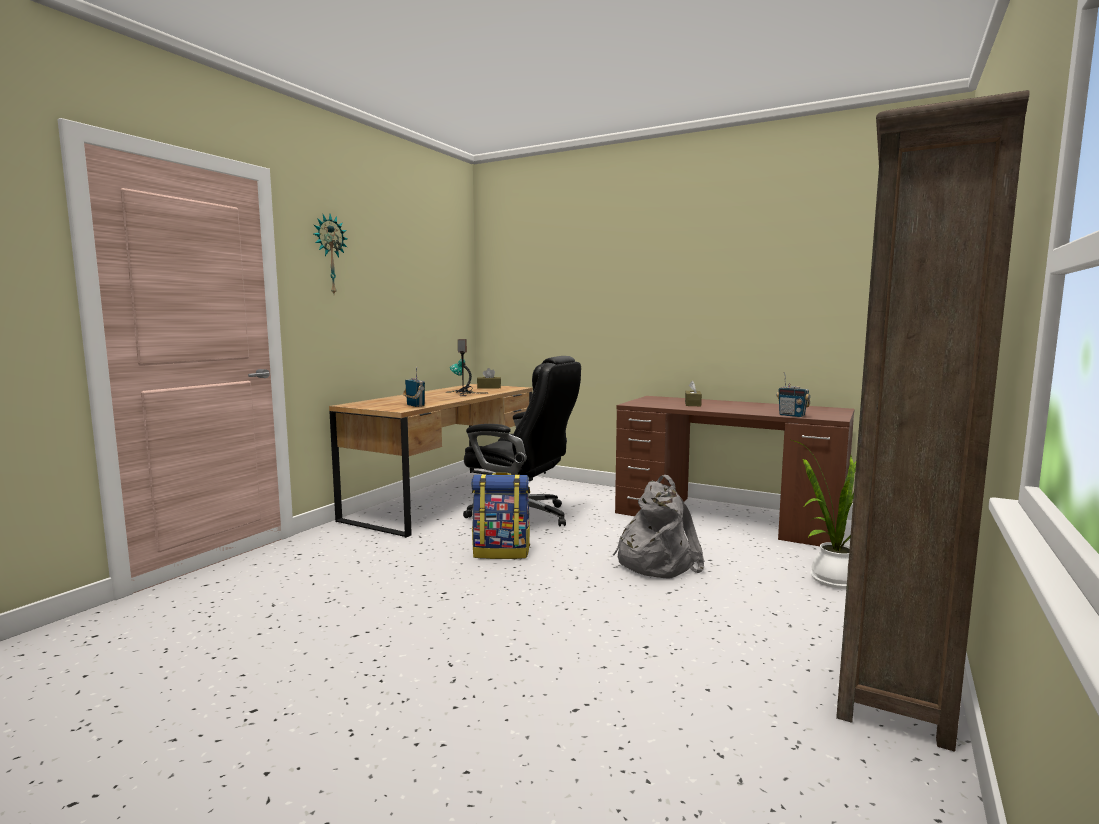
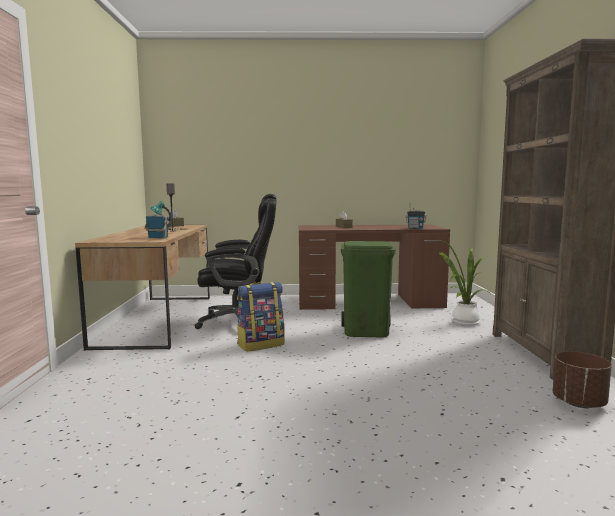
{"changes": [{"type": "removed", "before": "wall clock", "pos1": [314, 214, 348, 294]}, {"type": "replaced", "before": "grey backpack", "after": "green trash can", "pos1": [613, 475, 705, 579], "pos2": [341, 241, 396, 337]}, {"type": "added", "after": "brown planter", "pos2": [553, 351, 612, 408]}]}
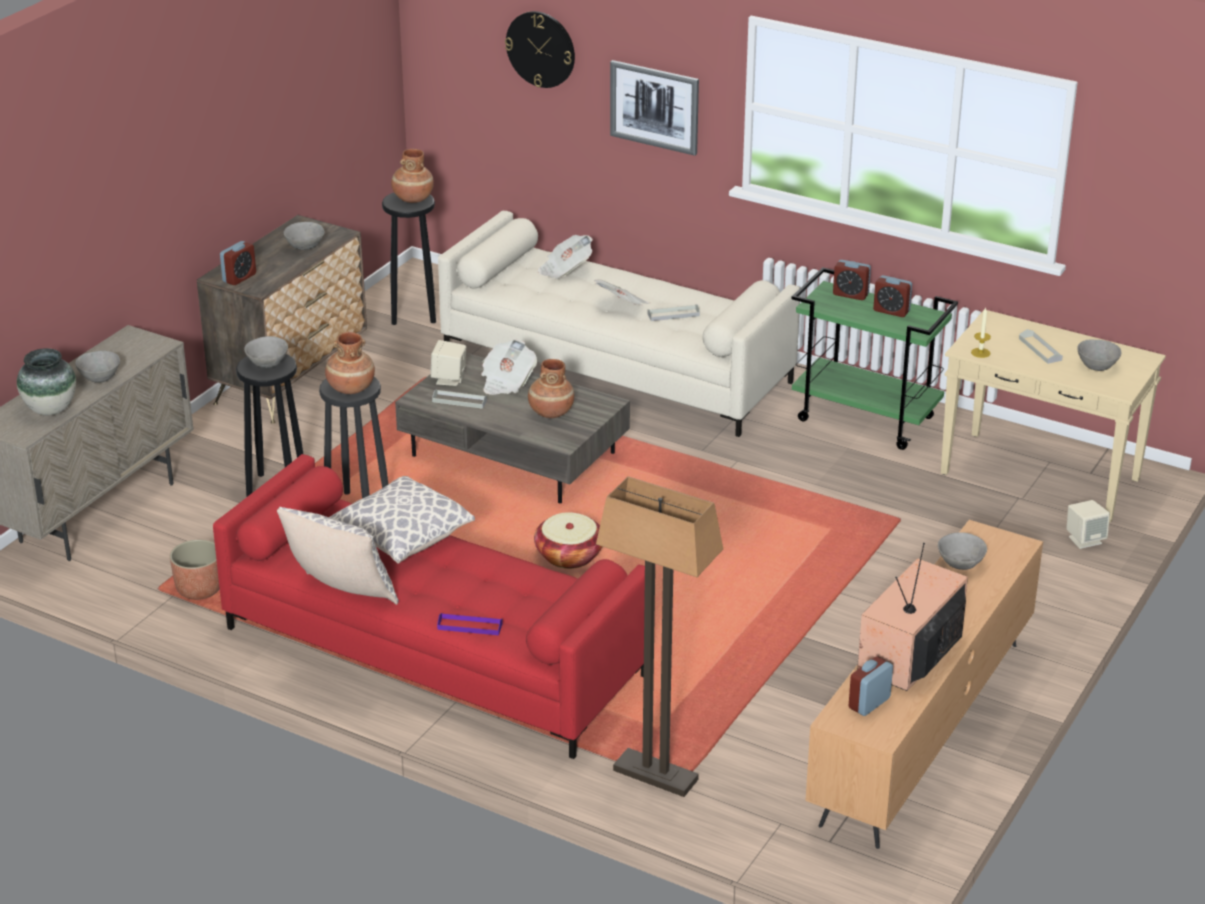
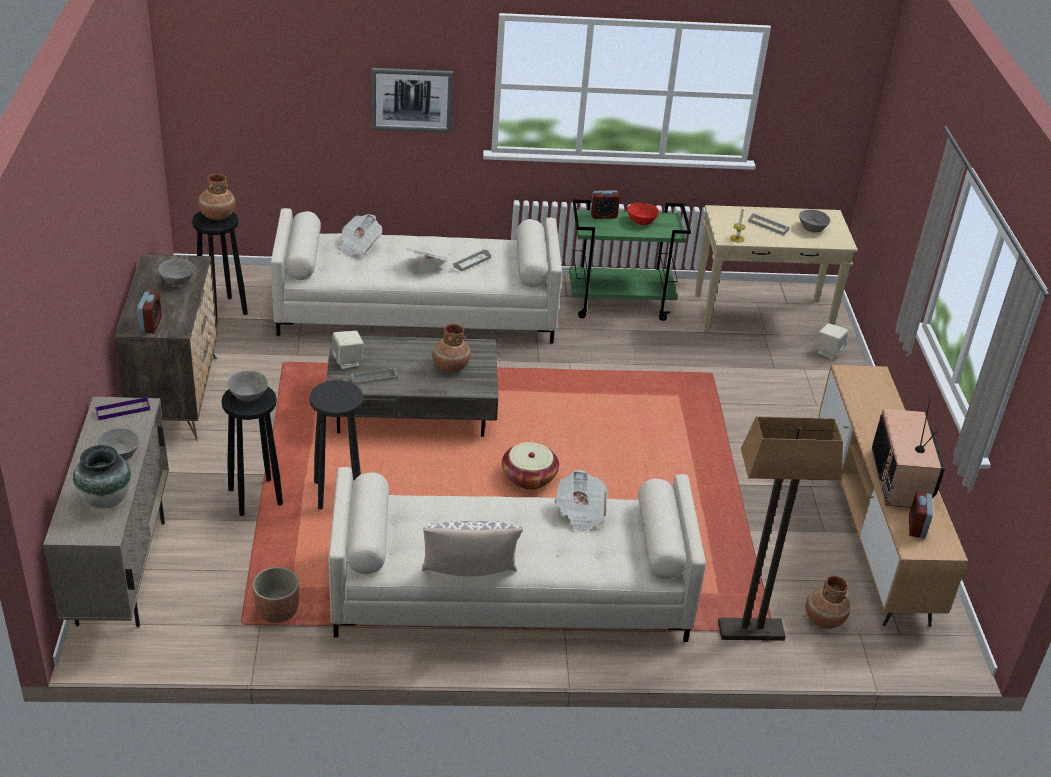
{"changes": [{"type": "recoloured", "before": "red sofa", "after": "beige sofa", "pos1": [213, 454, 645, 759], "pos2": [328, 467, 706, 642]}, {"type": "moved", "before": "brown vase", "pos1": [325, 332, 375, 394], "pos2": [806, 576, 850, 629]}, {"type": "removed", "before": "pillow", "pos1": [329, 476, 475, 564]}, {"type": "moved", "before": "purple tray", "pos1": [437, 613, 503, 635], "pos2": [95, 397, 150, 420]}, {"type": "moved", "before": "newspaper", "pos1": [481, 339, 537, 395], "pos2": [555, 470, 608, 533]}, {"type": "removed", "before": "wall clock", "pos1": [505, 11, 575, 88]}, {"type": "replaced", "before": "alarm clock", "after": "red bowl", "pos1": [873, 275, 912, 317], "pos2": [627, 203, 659, 225]}, {"type": "removed", "before": "grey bowl", "pos1": [938, 532, 987, 570]}]}
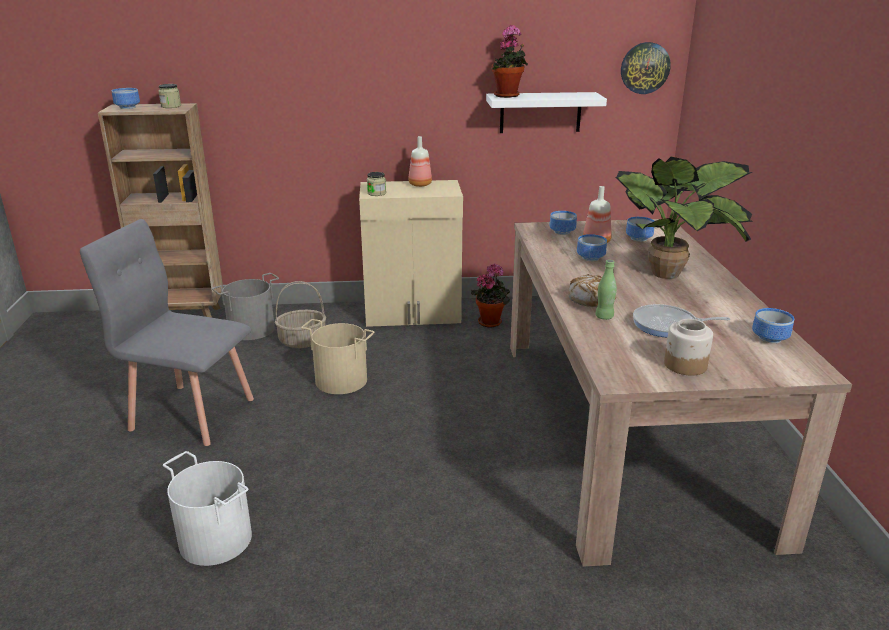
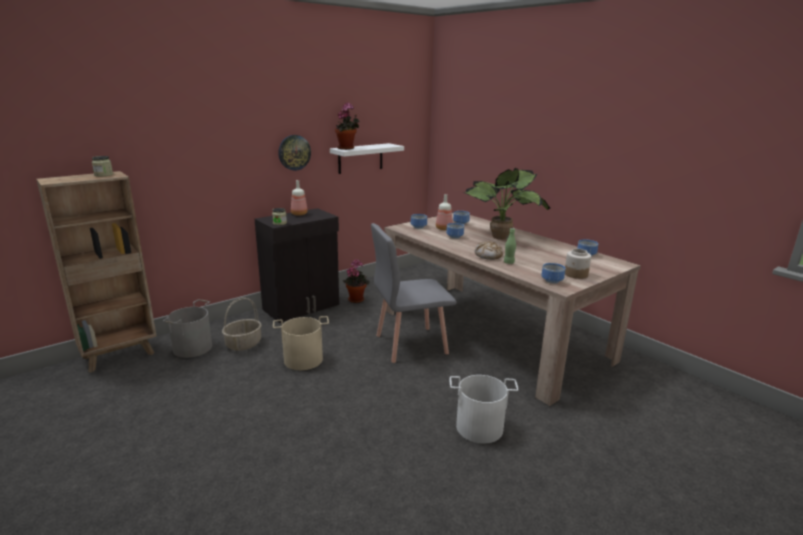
{"changes": [{"type": "moved", "before": "grey chair", "pos1": [80, 219, 254, 446], "pos2": [371, 223, 457, 363]}, {"type": "moved", "before": "bowl", "pos1": [112, 88, 140, 109], "pos2": [541, 263, 565, 284]}, {"type": "moved", "before": "white bucket", "pos1": [163, 451, 252, 566], "pos2": [450, 375, 518, 443]}, {"type": "recoloured", "before": "beige cabinet", "after": "black cabinet", "pos1": [359, 180, 463, 327], "pos2": [255, 208, 339, 323]}, {"type": "moved", "before": "wall clock", "pos1": [621, 42, 671, 94], "pos2": [278, 135, 311, 171]}, {"type": "removed", "before": "frying pan", "pos1": [633, 304, 730, 338]}]}
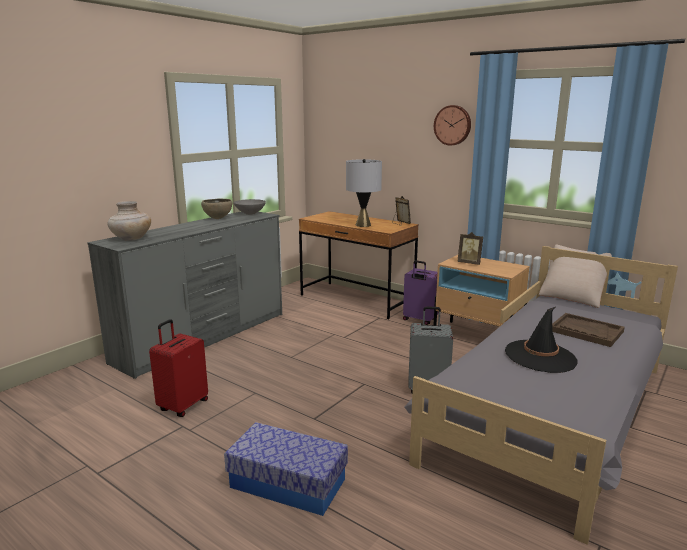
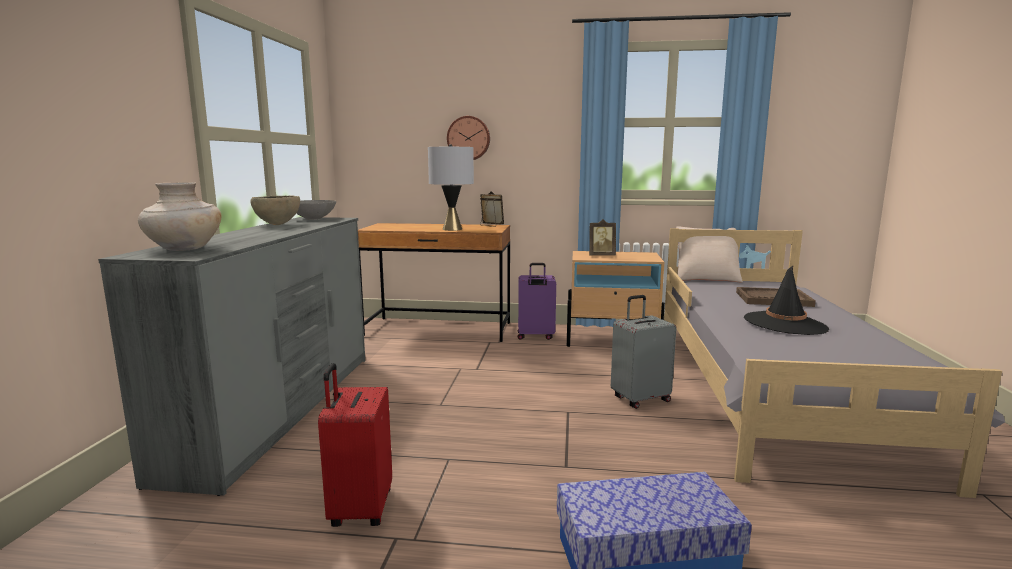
{"changes": [{"type": "moved", "before": "wall clock", "pos1": [434, 105, 471, 146], "pos2": [447, 116, 490, 160]}]}
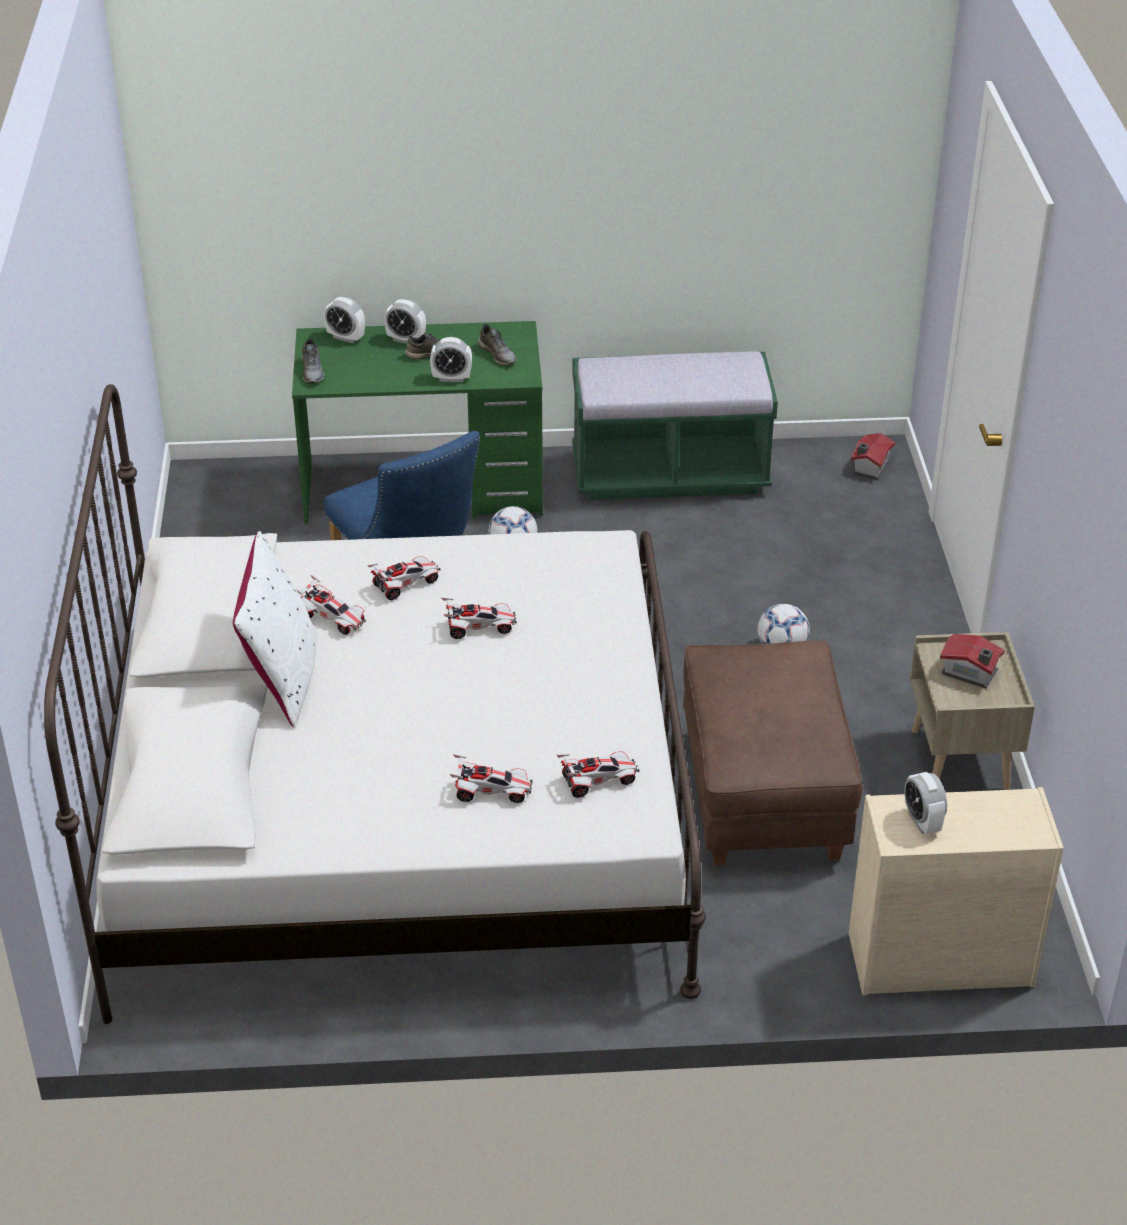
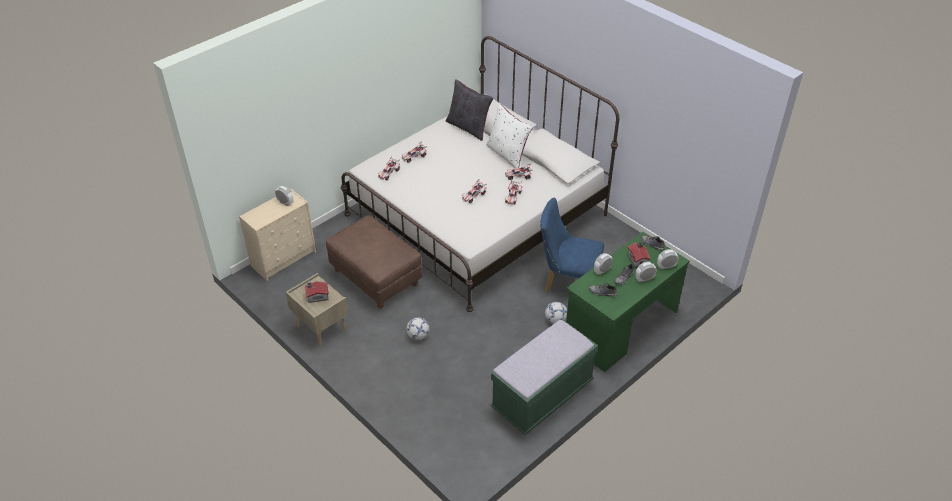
{"changes": [{"type": "moved", "before": "toy house", "pos1": [851, 433, 895, 480], "pos2": [627, 242, 650, 268]}, {"type": "added", "after": "black pillow", "pos2": [446, 79, 493, 141]}]}
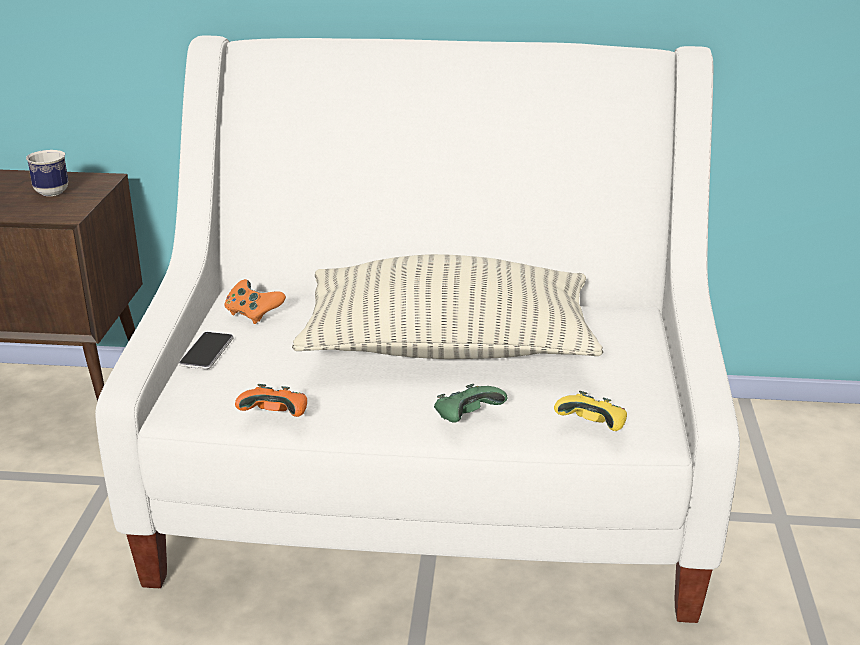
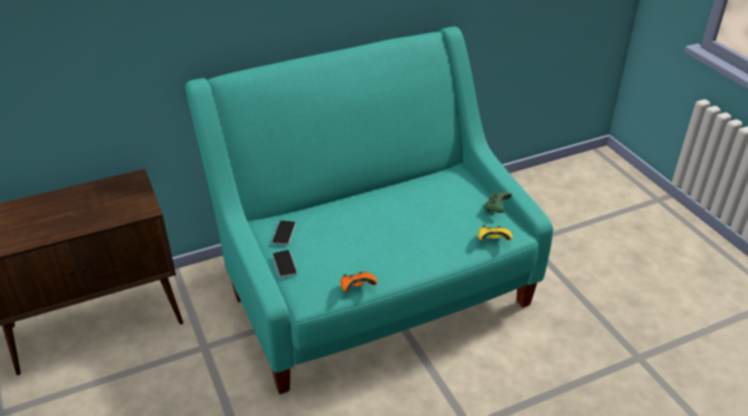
{"changes": [{"type": "removed", "before": "mug", "pos1": [26, 150, 68, 196]}, {"type": "recoloured", "before": "white sofa", "after": "turquoise sofa", "pos1": [95, 36, 740, 623], "pos2": [185, 26, 553, 394]}, {"type": "replaced", "before": "orange game controller", "after": "phone", "pos1": [224, 279, 286, 324], "pos2": [272, 220, 296, 245]}, {"type": "removed", "before": "pillow", "pos1": [292, 254, 603, 359]}, {"type": "moved", "before": "green game controller", "pos1": [434, 384, 508, 423], "pos2": [484, 192, 512, 213]}]}
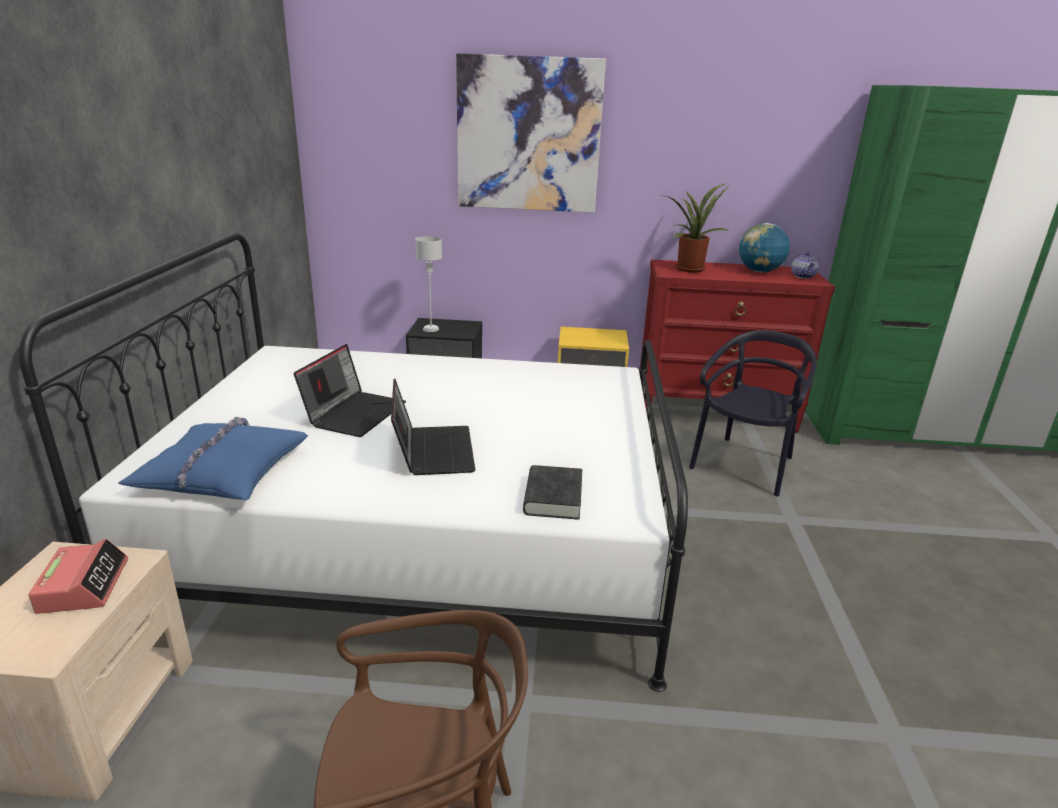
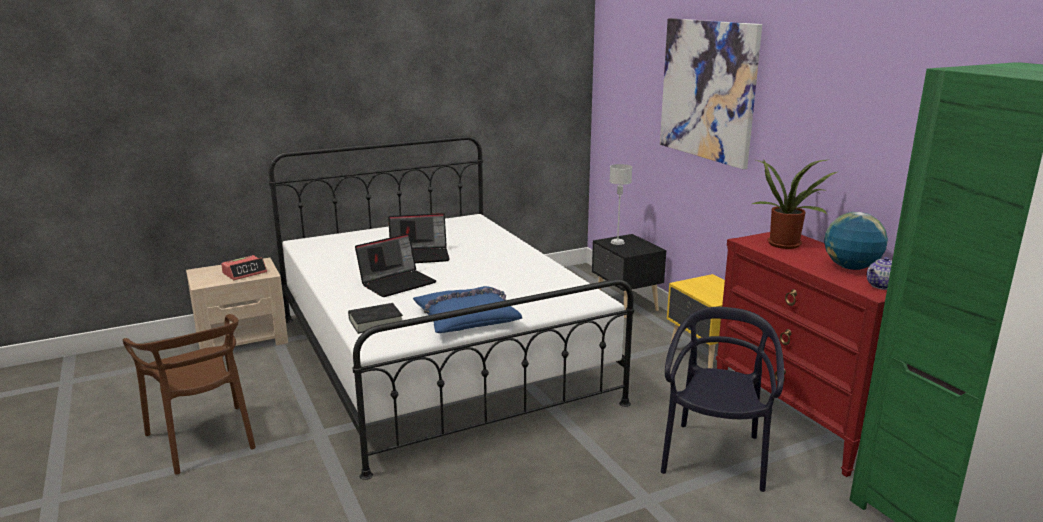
{"changes": [{"type": "moved", "before": "blue pillow", "pos1": [118, 417, 308, 500], "pos2": [413, 286, 522, 333]}, {"type": "turned", "before": "black chair", "pos1": [689, 330, 817, 496], "pos2": [661, 307, 784, 492], "turn": -75}]}
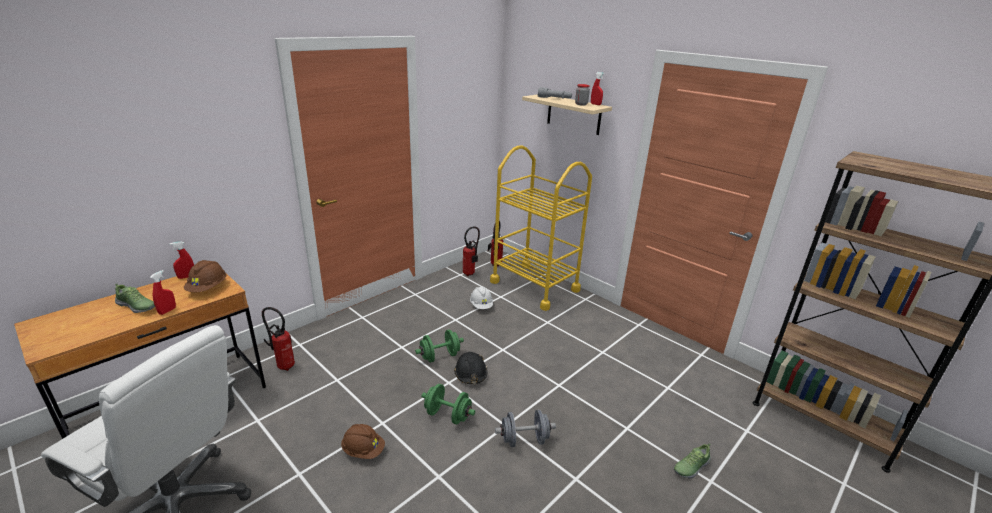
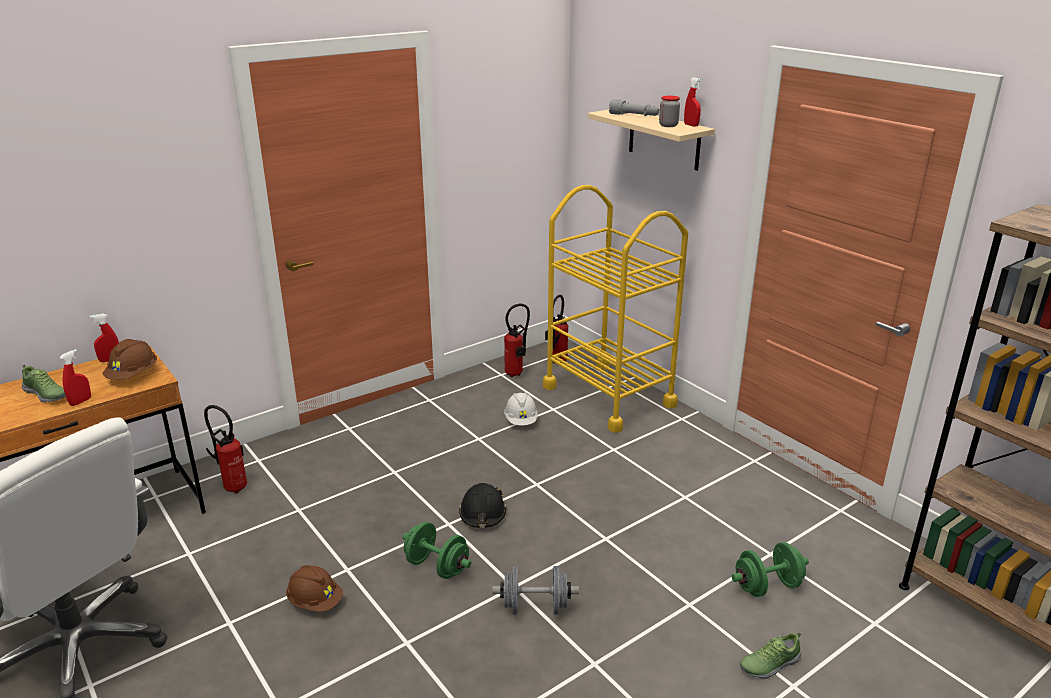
{"changes": [{"type": "moved", "before": "green dumbbell", "pos1": [415, 330, 464, 362], "pos2": [732, 542, 809, 597]}]}
